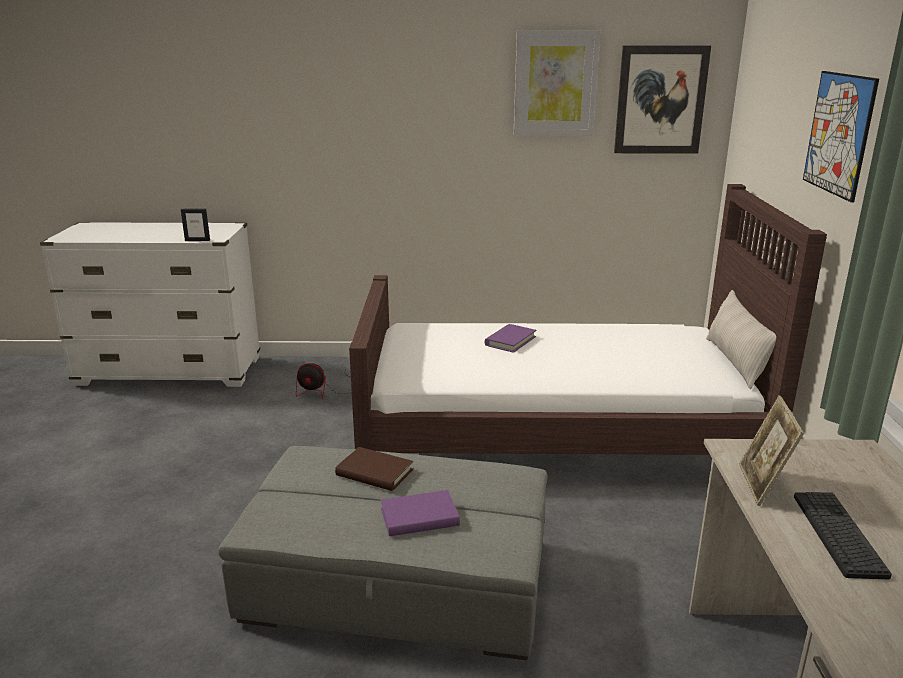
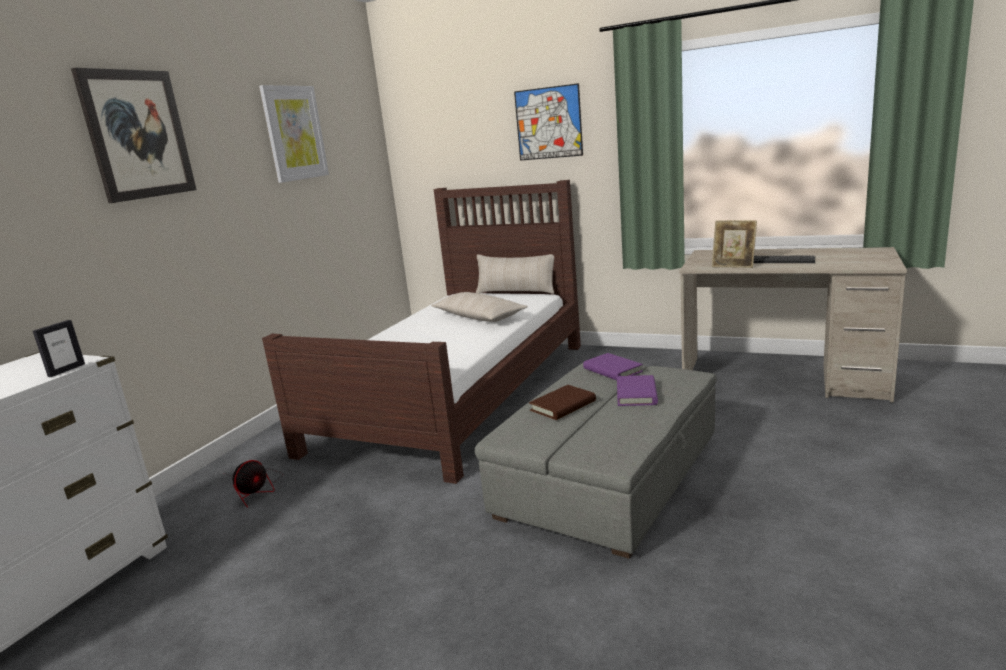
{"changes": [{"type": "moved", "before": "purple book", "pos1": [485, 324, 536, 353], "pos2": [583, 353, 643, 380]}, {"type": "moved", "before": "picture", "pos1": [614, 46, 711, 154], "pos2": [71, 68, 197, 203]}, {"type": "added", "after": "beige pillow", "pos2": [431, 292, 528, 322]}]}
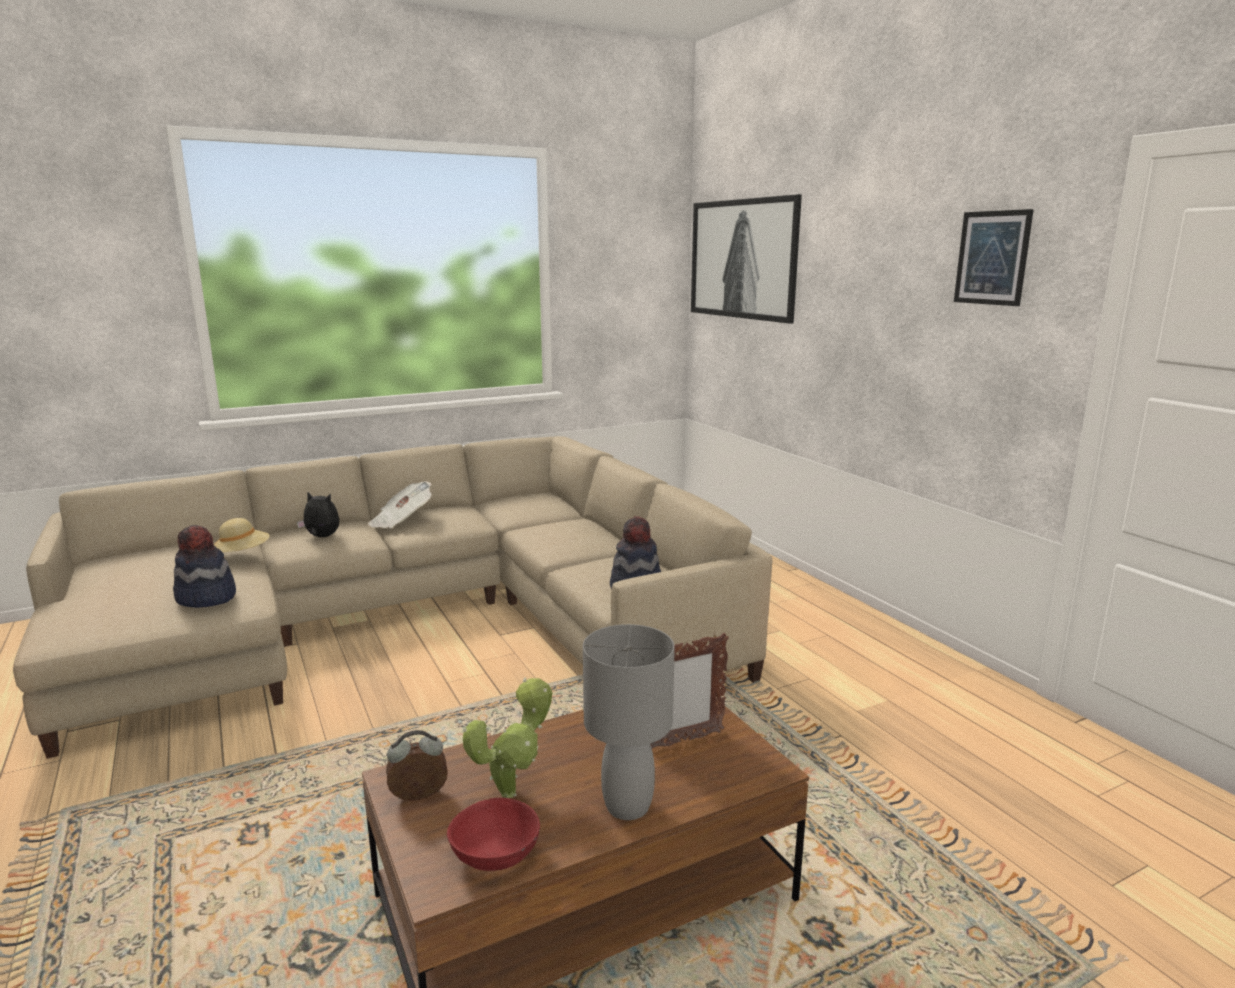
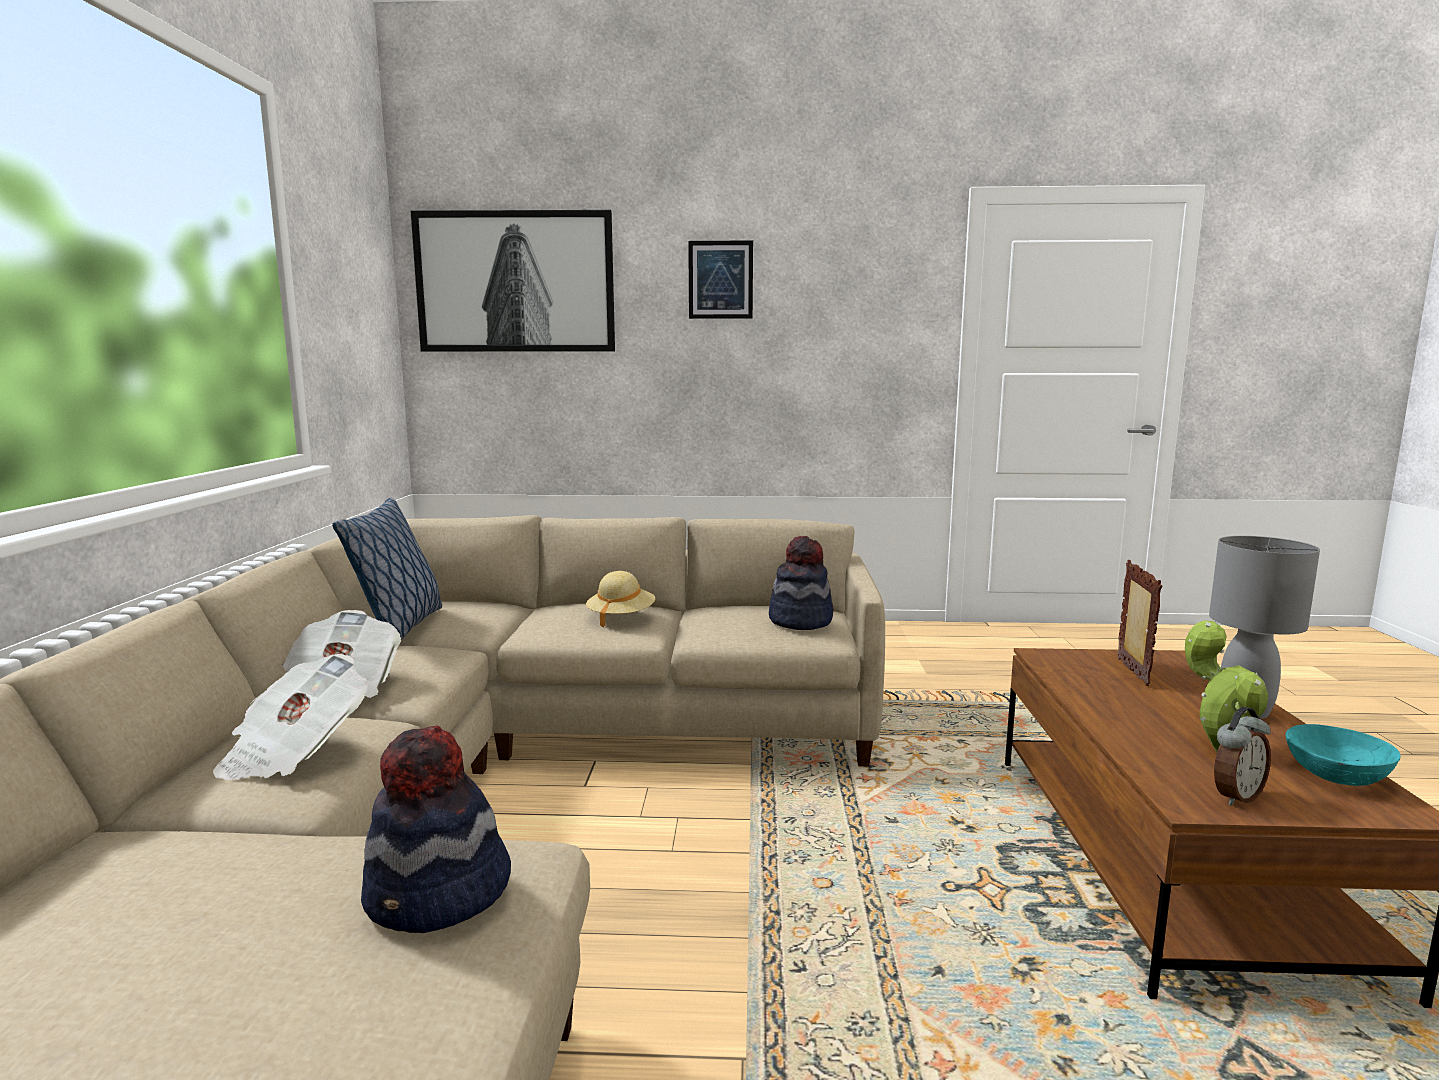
{"changes": [{"type": "moved", "before": "beige hat", "pos1": [214, 518, 270, 552], "pos2": [586, 571, 655, 628]}, {"type": "replaced", "before": "plush toy", "after": "newspaper", "pos1": [297, 492, 339, 537], "pos2": [213, 654, 368, 780]}, {"type": "turned", "before": "alarm clock", "pos1": [386, 730, 448, 801], "pos2": [1214, 707, 1271, 806], "turn": -135}, {"type": "recoloured", "before": "red bowl", "after": "turquoise bowl", "pos1": [447, 798, 540, 871], "pos2": [1285, 724, 1401, 786]}, {"type": "moved", "before": "picture", "pos1": [954, 209, 1034, 306], "pos2": [688, 240, 753, 319]}, {"type": "added", "after": "pillow", "pos2": [332, 498, 442, 640]}]}
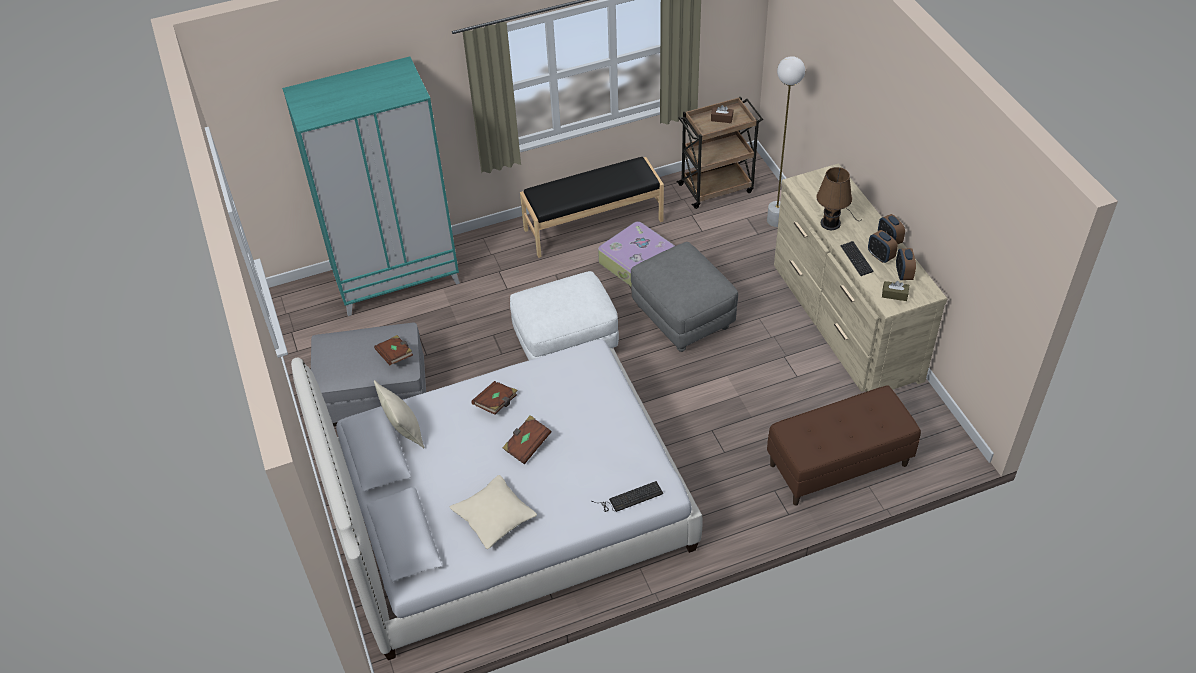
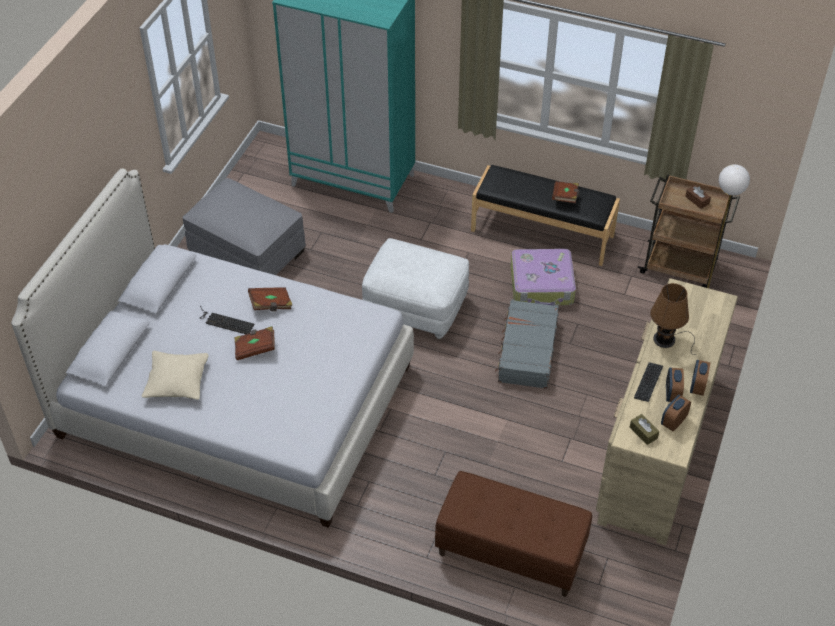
{"changes": [{"type": "moved", "before": "brown book", "pos1": [374, 335, 413, 365], "pos2": [552, 181, 579, 203]}, {"type": "removed", "before": "beige pillow", "pos1": [374, 380, 425, 448]}, {"type": "moved", "before": "keyboard", "pos1": [592, 481, 663, 512], "pos2": [199, 306, 255, 334]}, {"type": "replaced", "before": "grey ottoman", "after": "grey suitcase", "pos1": [631, 242, 738, 352], "pos2": [495, 300, 559, 389]}]}
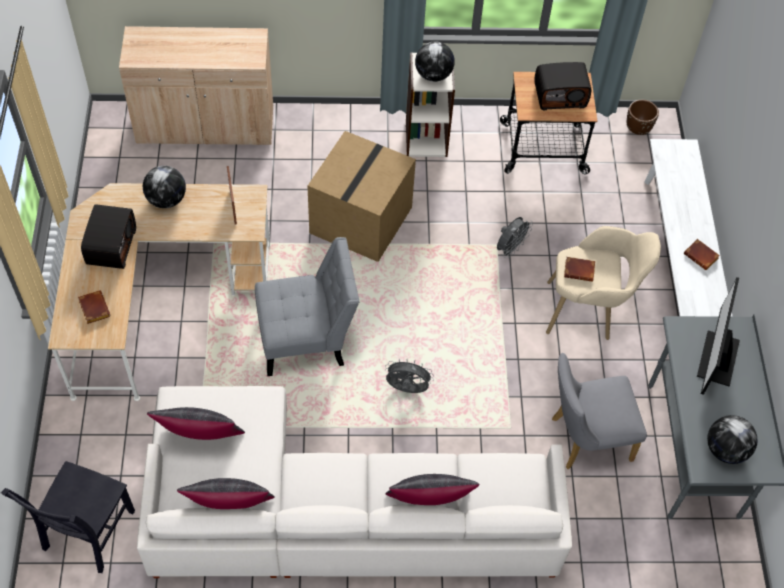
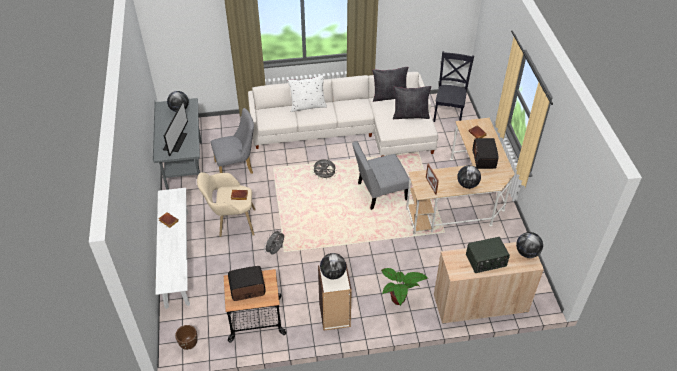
{"changes": [{"type": "removed", "before": "cardboard box", "pos1": [308, 131, 416, 262]}, {"type": "recoloured", "before": "black pillow", "after": "white pillow", "pos1": [385, 474, 480, 505], "pos2": [288, 75, 327, 112]}, {"type": "added", "after": "potted plant", "pos2": [381, 268, 428, 306]}, {"type": "added", "after": "radio", "pos2": [466, 237, 510, 273]}, {"type": "added", "after": "globe", "pos2": [516, 232, 543, 258]}]}
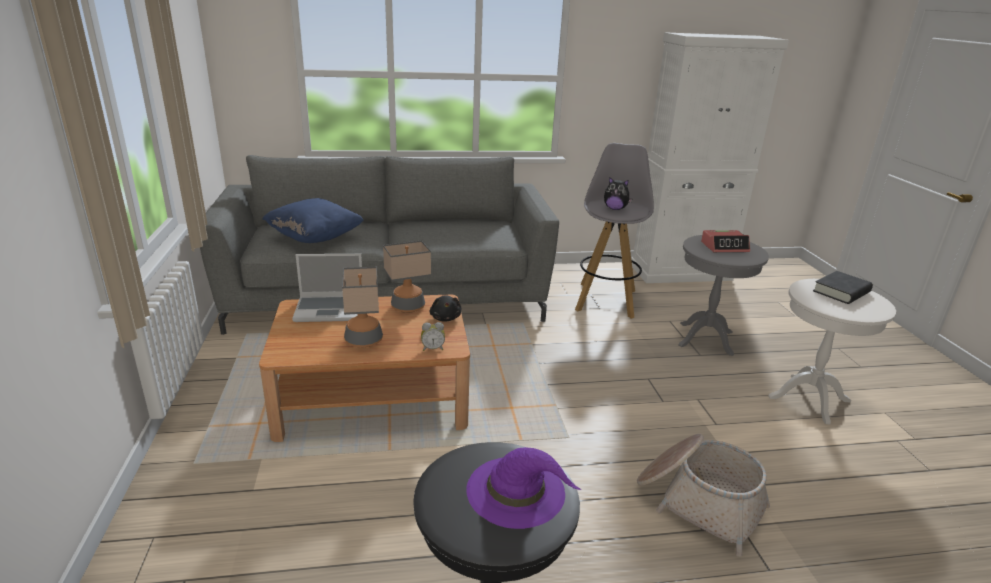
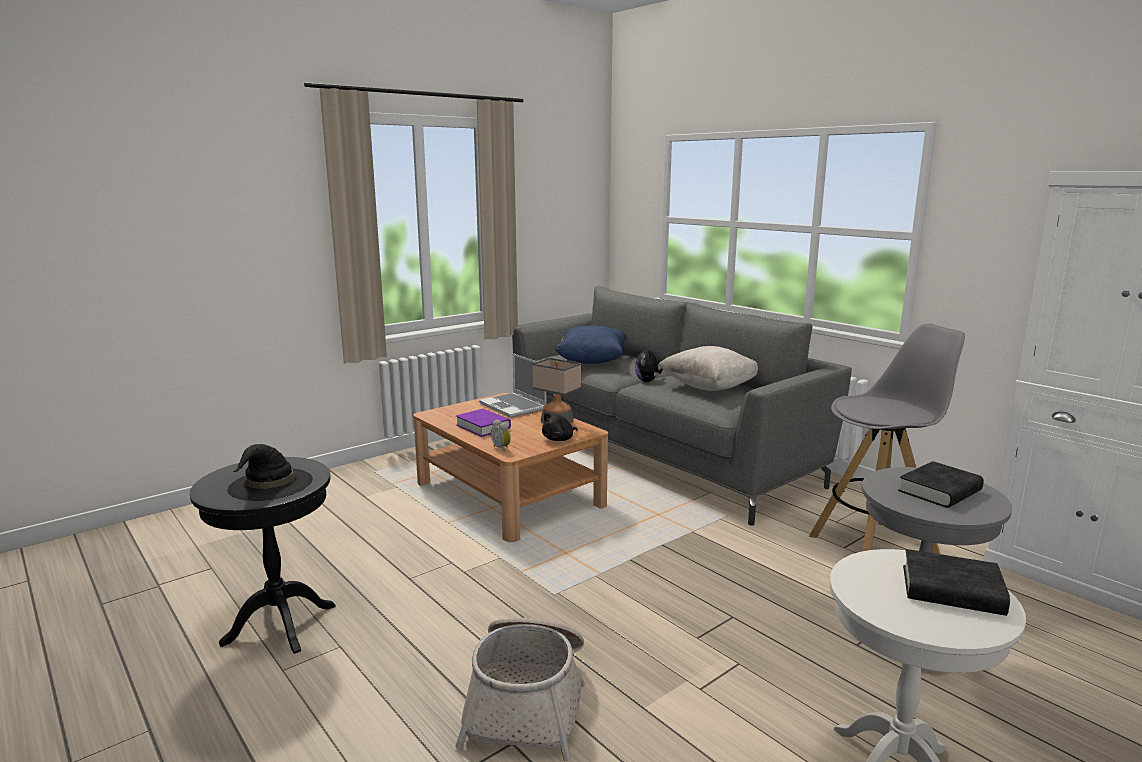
{"changes": [{"type": "replaced", "before": "table lamp", "after": "purple book", "pos1": [342, 267, 383, 347], "pos2": [456, 409, 511, 437]}, {"type": "recoloured", "before": "purple hat", "after": "black hat", "pos1": [466, 447, 582, 529], "pos2": [227, 444, 313, 501]}, {"type": "moved", "before": "plush toy", "pos1": [604, 177, 633, 210], "pos2": [635, 346, 663, 382]}, {"type": "replaced", "before": "alarm clock", "after": "black book", "pos1": [701, 230, 750, 252], "pos2": [898, 461, 984, 508]}, {"type": "added", "after": "beige pillow", "pos2": [658, 346, 758, 391]}]}
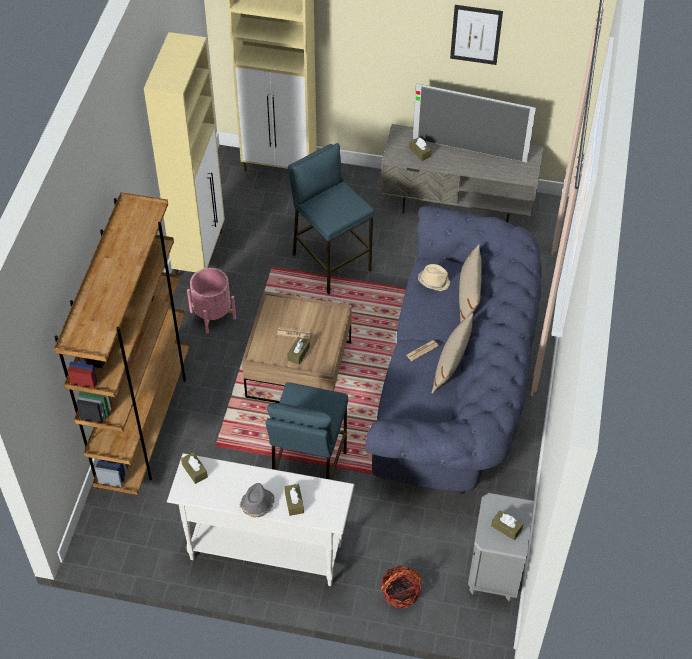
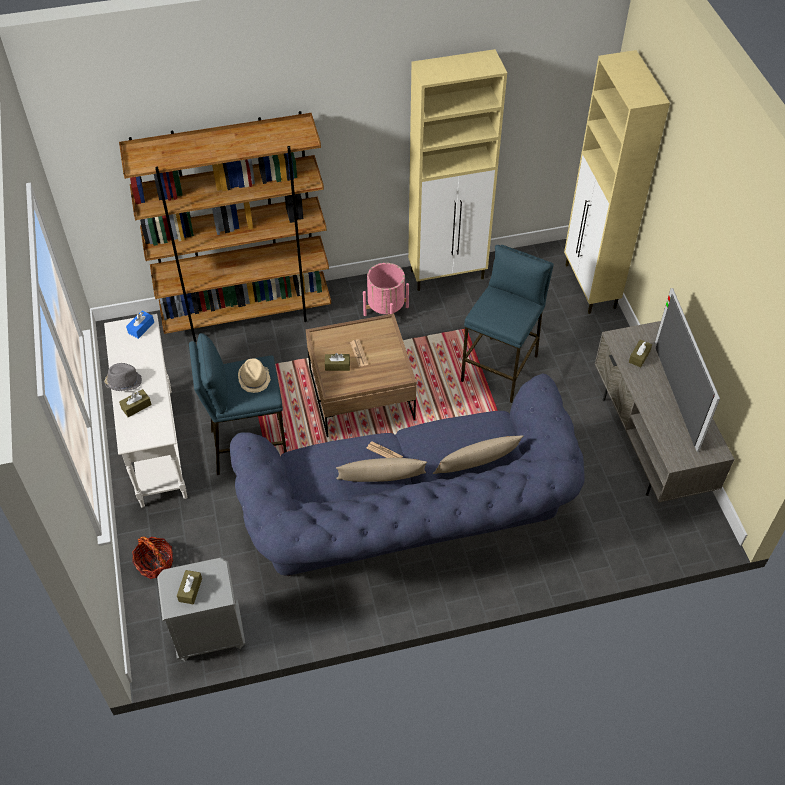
{"changes": [{"type": "recoloured", "before": "brown tissue box", "after": "blue tissue box", "pos1": [181, 452, 208, 484], "pos2": [126, 310, 154, 339]}, {"type": "moved", "before": "beige hat", "pos1": [418, 264, 450, 291], "pos2": [238, 358, 271, 393]}, {"type": "removed", "before": "picture", "pos1": [450, 5, 503, 65]}]}
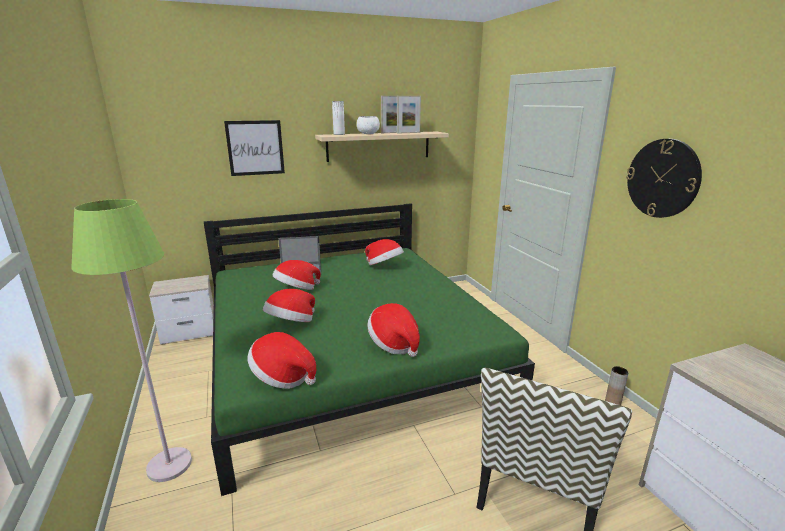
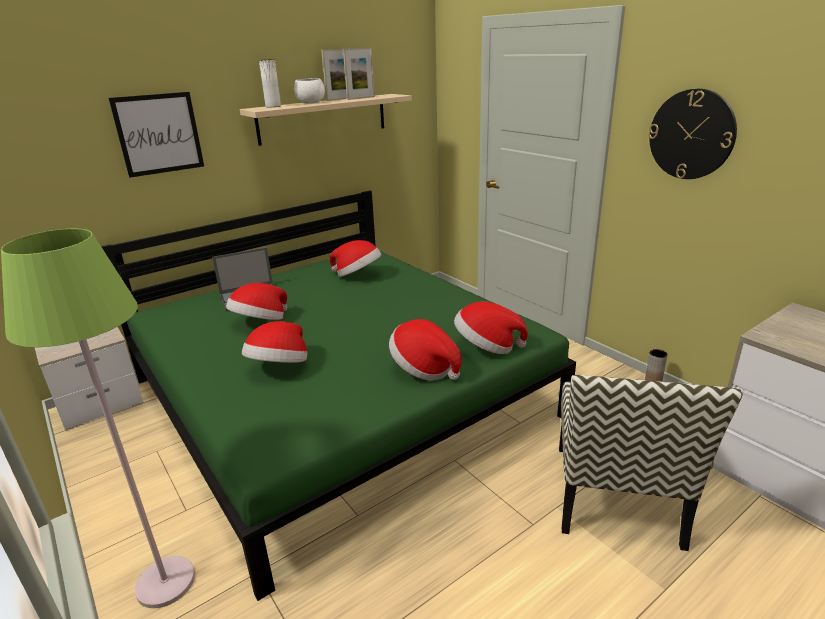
{"changes": [{"type": "moved", "before": "hat", "pos1": [247, 332, 316, 389], "pos2": [454, 302, 528, 354]}]}
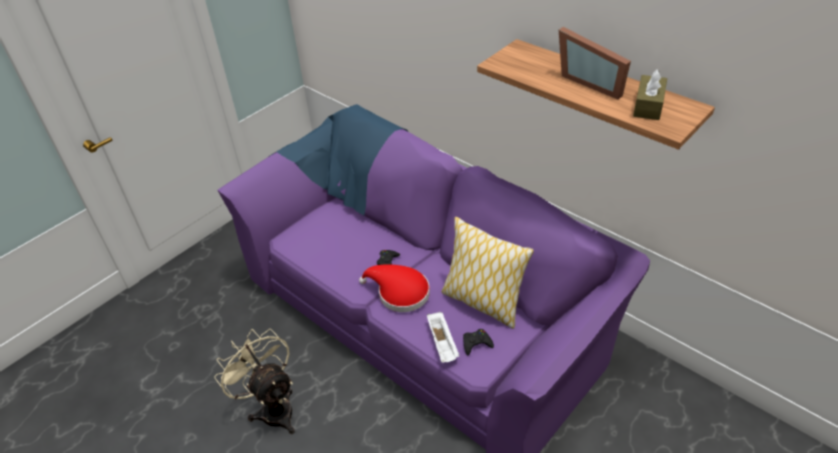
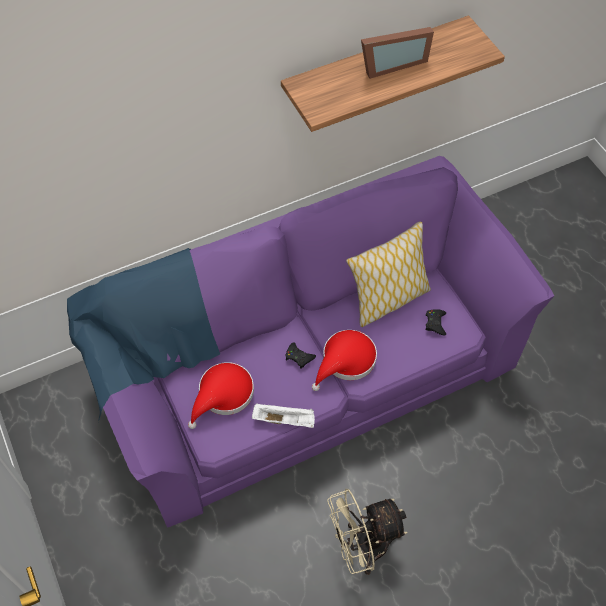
{"changes": [{"type": "moved", "before": "white tray", "pos1": [427, 312, 459, 363], "pos2": [252, 404, 315, 428]}, {"type": "removed", "before": "brown tissue box", "pos1": [633, 69, 667, 120]}, {"type": "added", "after": "red hat", "pos2": [188, 362, 254, 429]}]}
